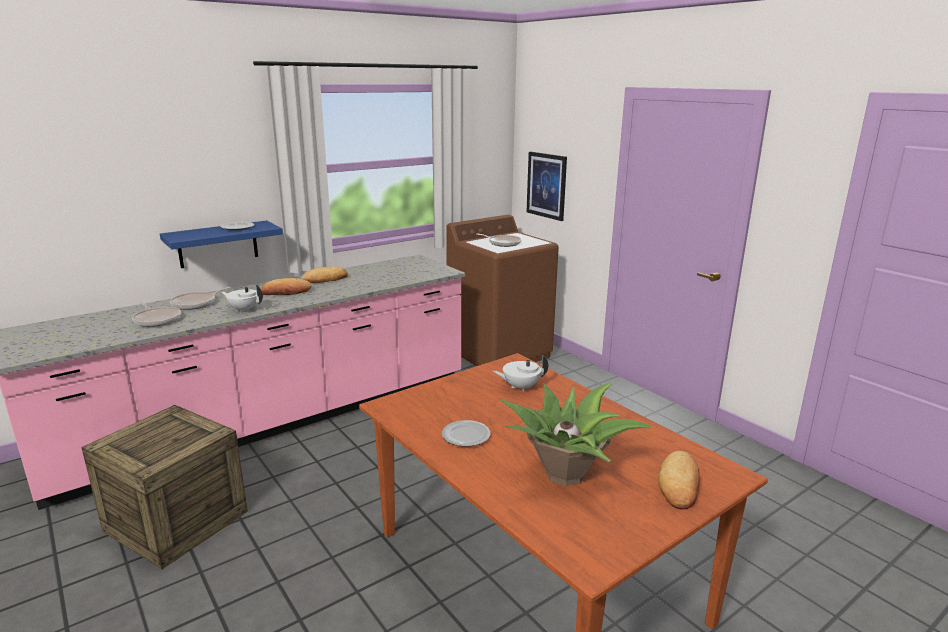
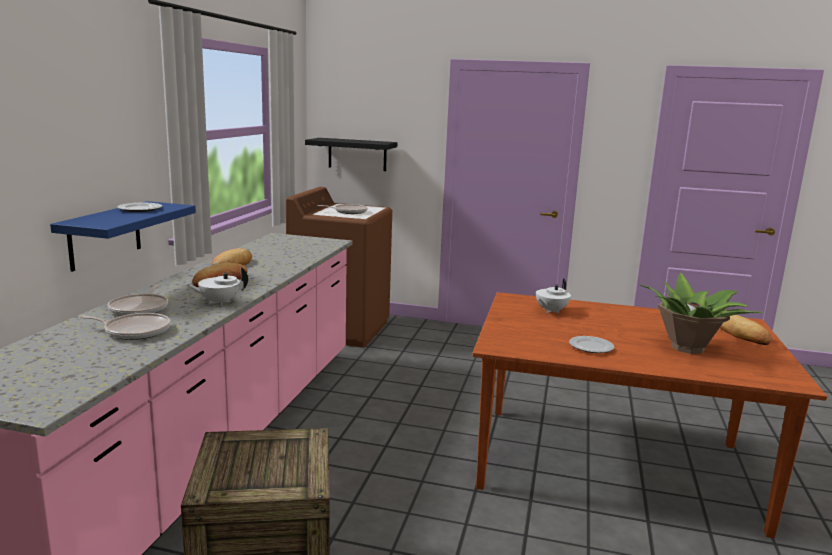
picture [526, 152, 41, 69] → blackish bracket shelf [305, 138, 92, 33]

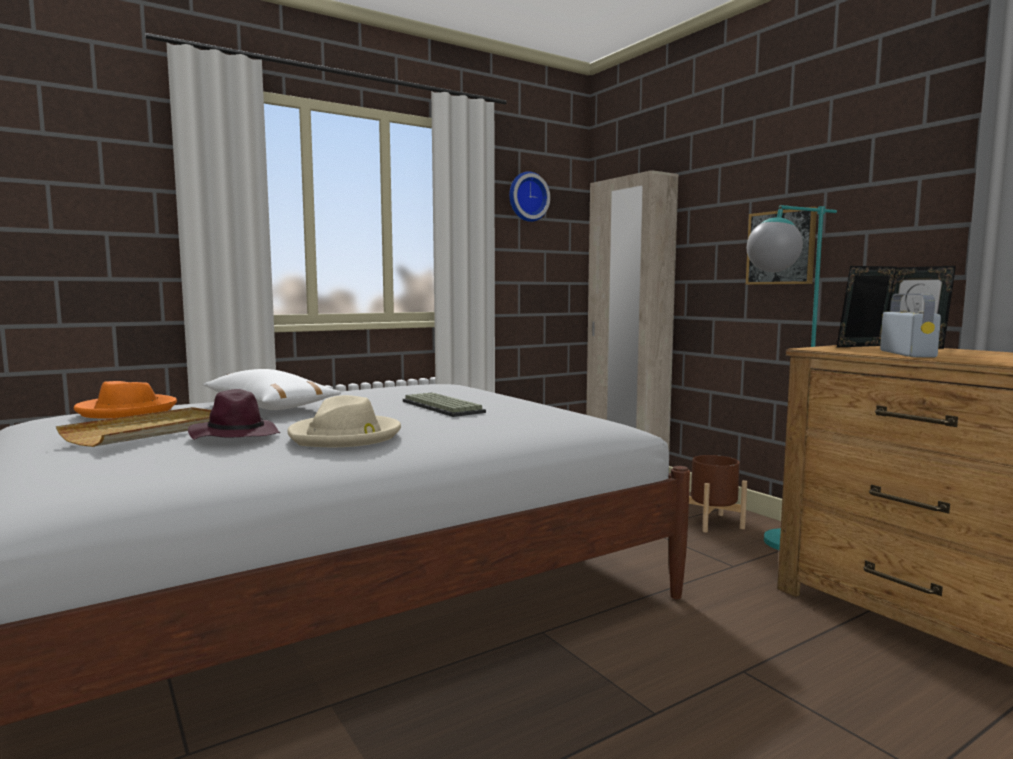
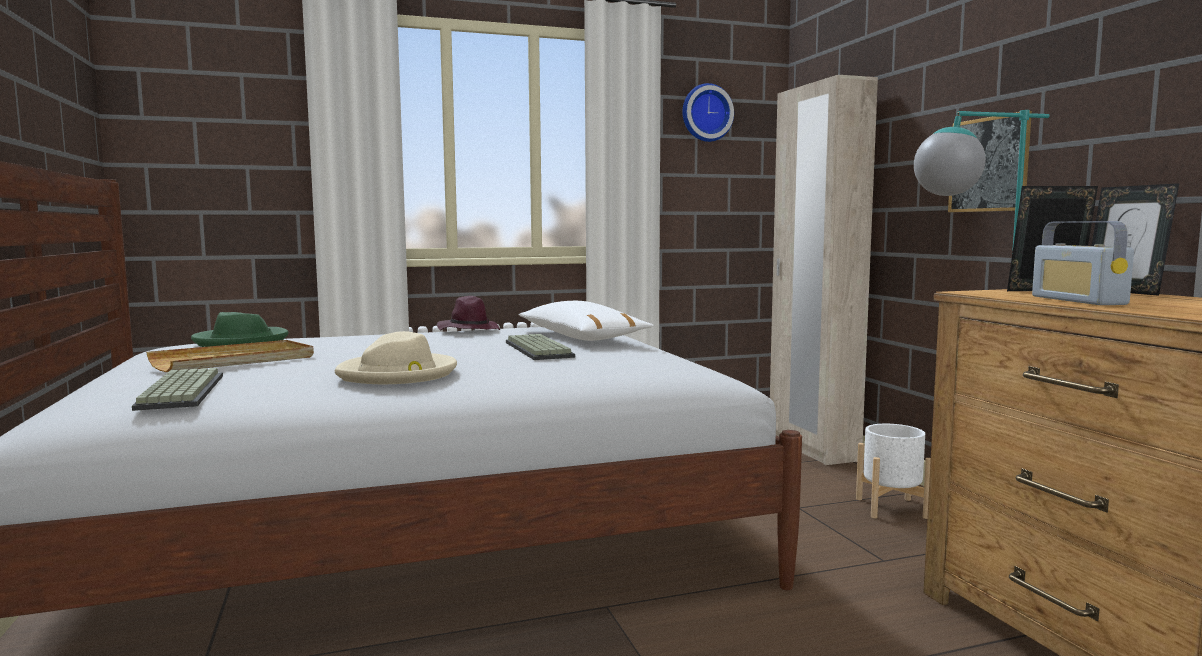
radio [880, 294, 61, 64] → radio [1032, 221, 102, 84], 150 degrees clockwise
white-coloured pillow [203, 369, 138, 41] → white-coloured pillow [518, 301, 135, 40], move
orange clothing hat [74, 381, 103, 37] → green clothing hat [191, 312, 98, 35]
purple clothing hat [188, 389, 92, 51] → purple clothing hat [437, 296, 63, 34], move
brownish plant pot [689, 455, 58, 78] → white-coloured plant pot [856, 424, 75, 95]
- → keyboard [132, 368, 91, 43]

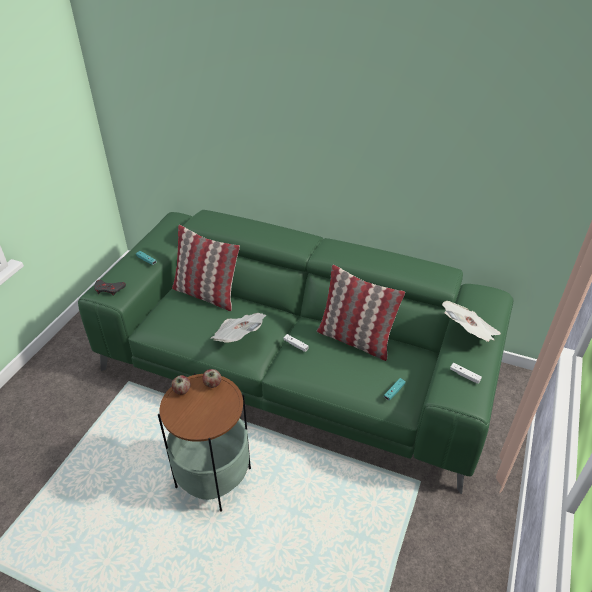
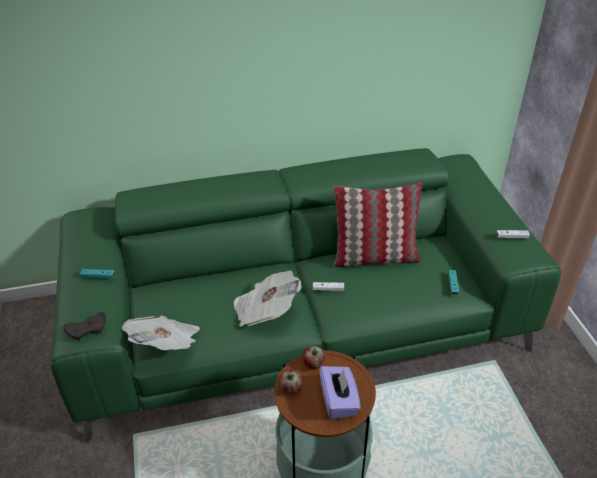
pillow [172, 225, 68, 86] → -
printed paper [442, 301, 59, 41] → printed paper [122, 316, 78, 34], move
- → purple tissue holder [319, 366, 42, 54]

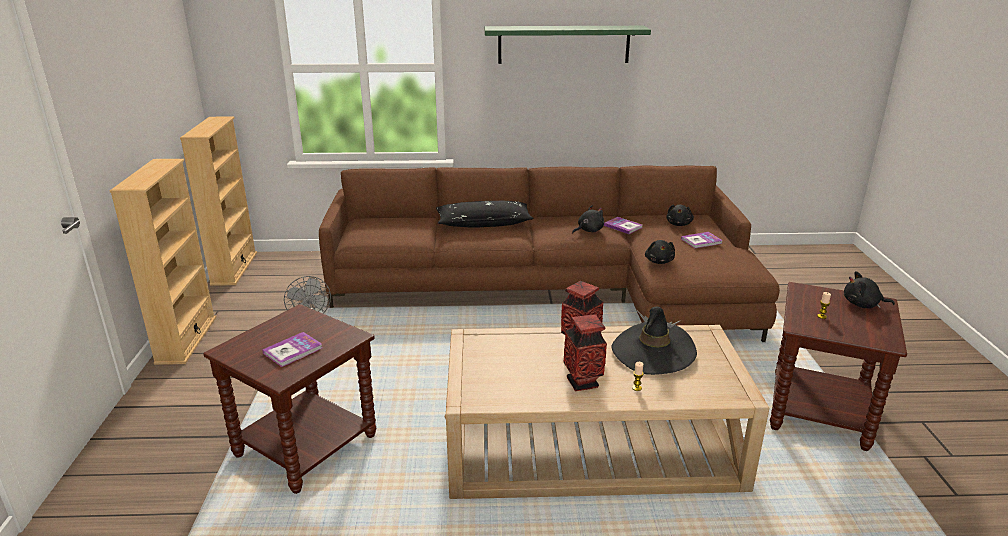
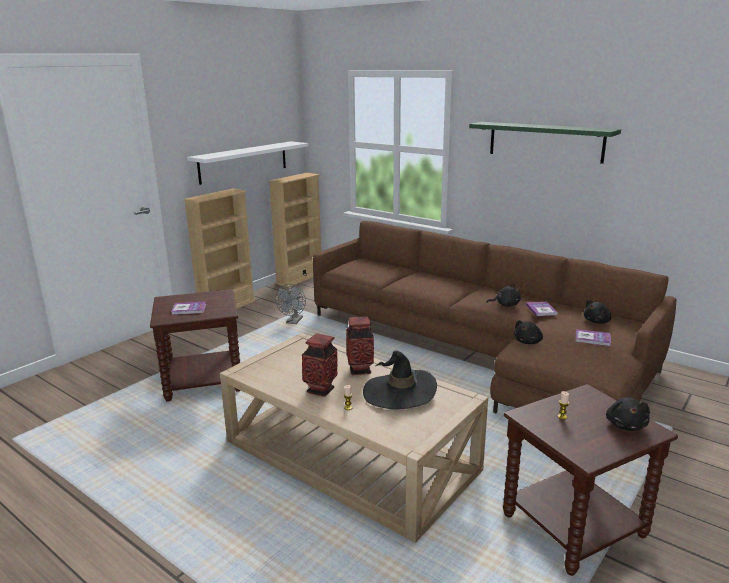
blackish pillow [436, 201, 98, 27] → -
blackish soft toy [844, 271, 51, 38] → blackish soft toy [606, 397, 44, 34], 135 degrees counterclockwise
- → white-coloured bracket shelf [187, 141, 121, 44]

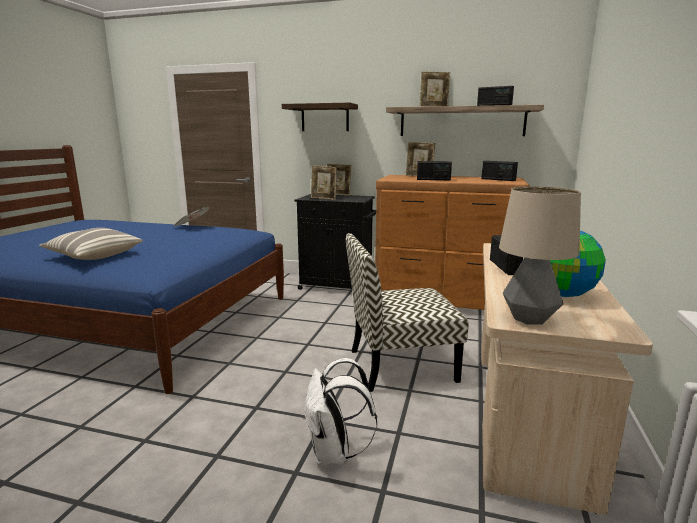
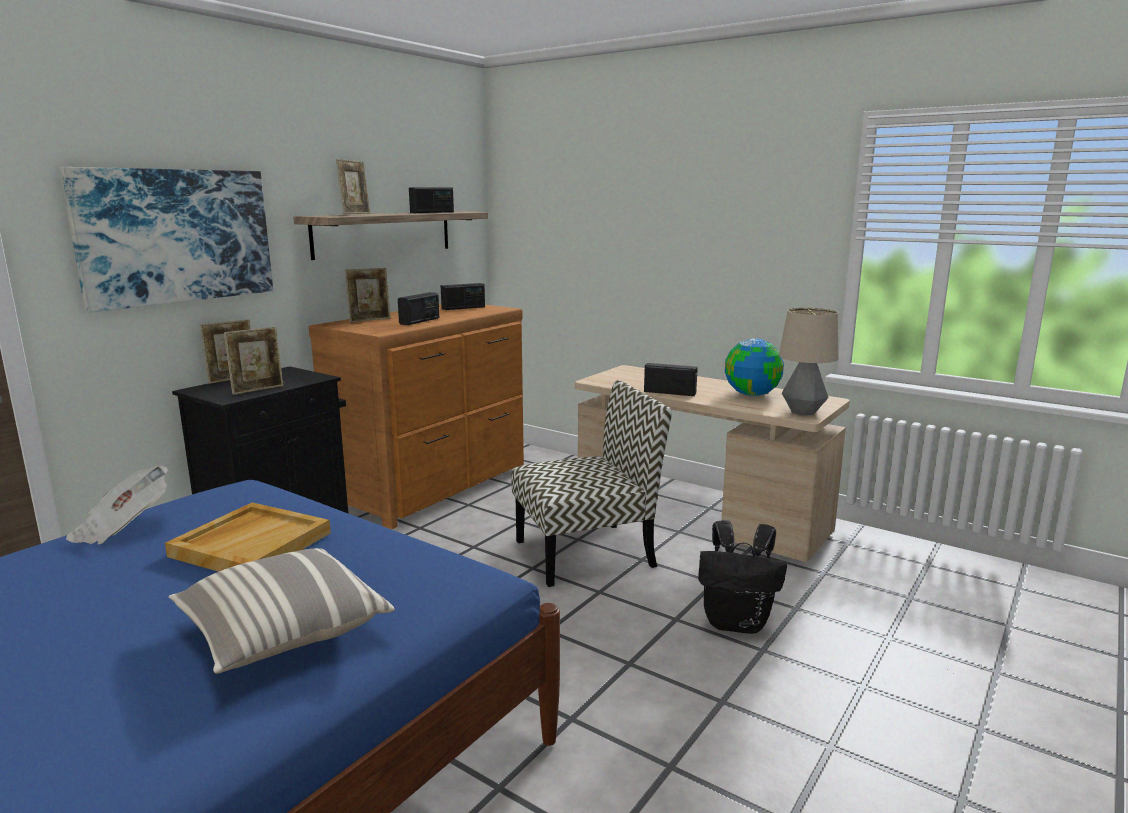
bracket shelf [282, 103, 76, 28] → picture [60, 167, 213, 145]
chair [346, 233, 122, 159] → chair [511, 380, 161, 207], 120 degrees counterclockwise
white-coloured knapsack [304, 358, 73, 107] → blackish knapsack [698, 520, 89, 114]
- → beige tray [165, 502, 166, 70]

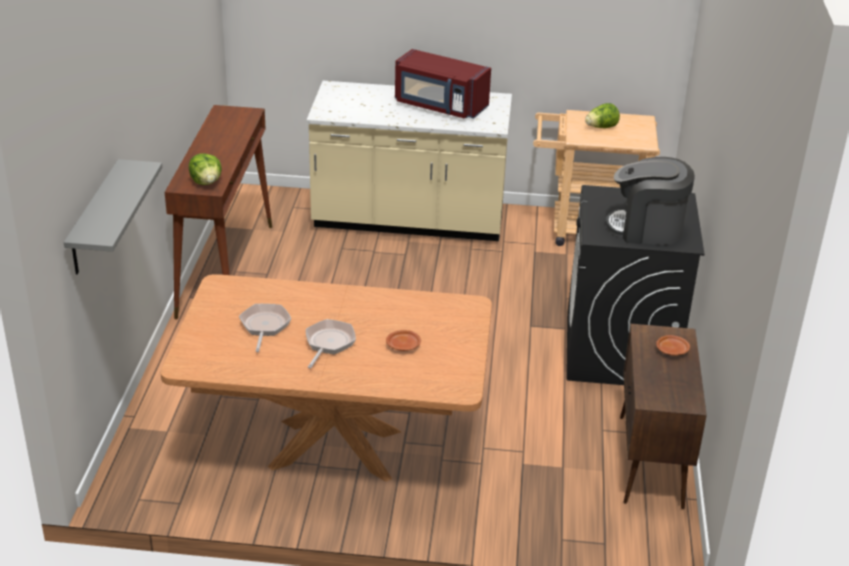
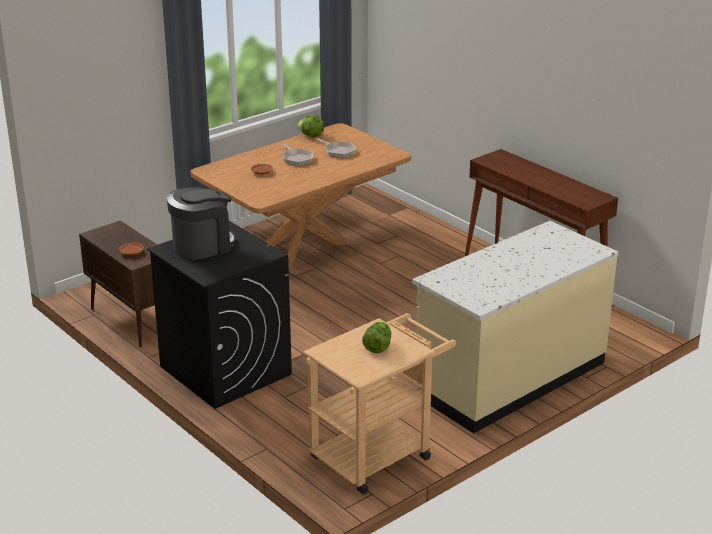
red-coloured kitchen microwave [395, 49, 96, 70] → -
lettuce [189, 153, 33, 32] → lettuce [297, 115, 27, 22], move
grey bracket shelf [64, 159, 98, 115] → -

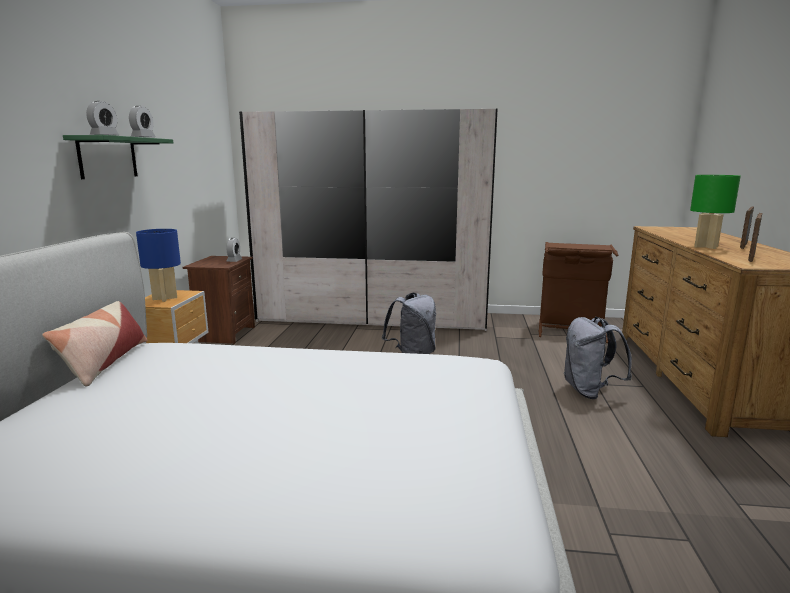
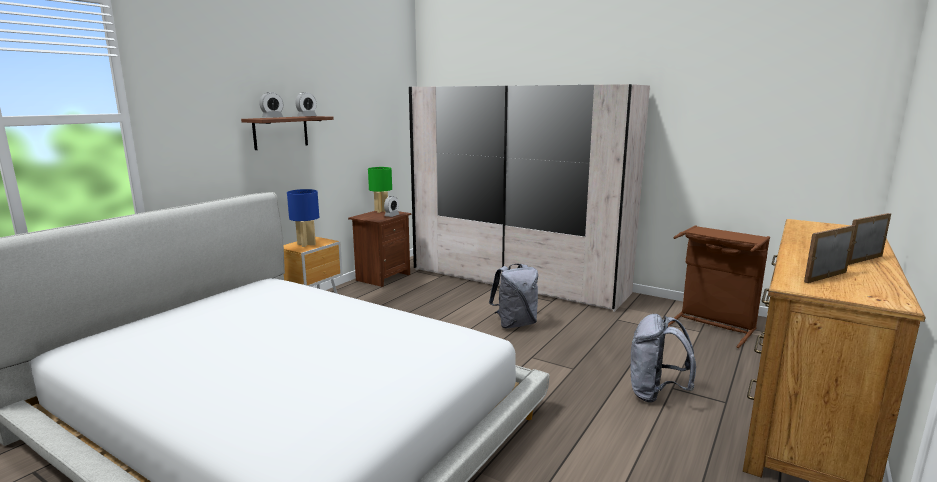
green bracket shelf [63, 135, 110, 44] → brownish bracket shelf [241, 116, 93, 34]
green lamp for a table [690, 175, 51, 74] → green lamp for a table [368, 167, 24, 46], move
pillow [42, 301, 106, 86] → -

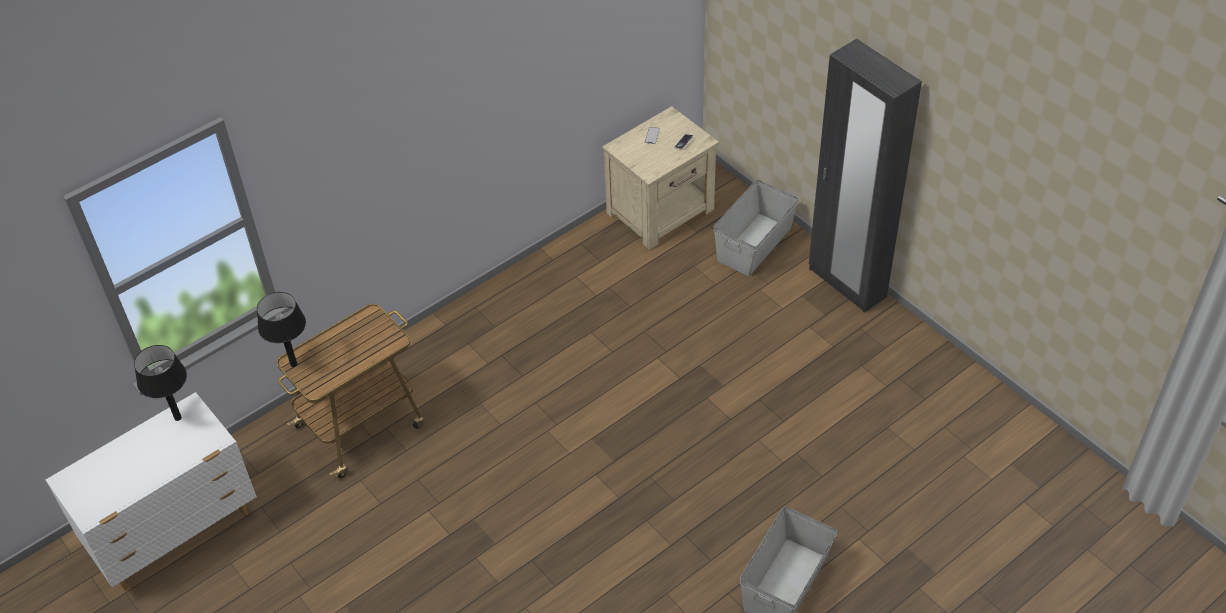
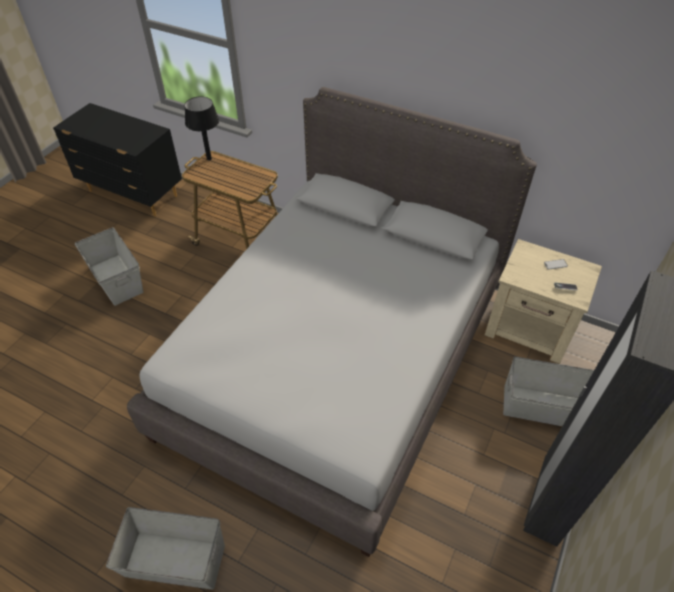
blackish lamp for a table [134, 345, 53, 76] → -
white-coloured drawer chest [46, 392, 211, 199] → blackish drawer chest [53, 103, 129, 113]
- → grey bed [127, 87, 410, 470]
- → grey storage bin [75, 227, 68, 79]

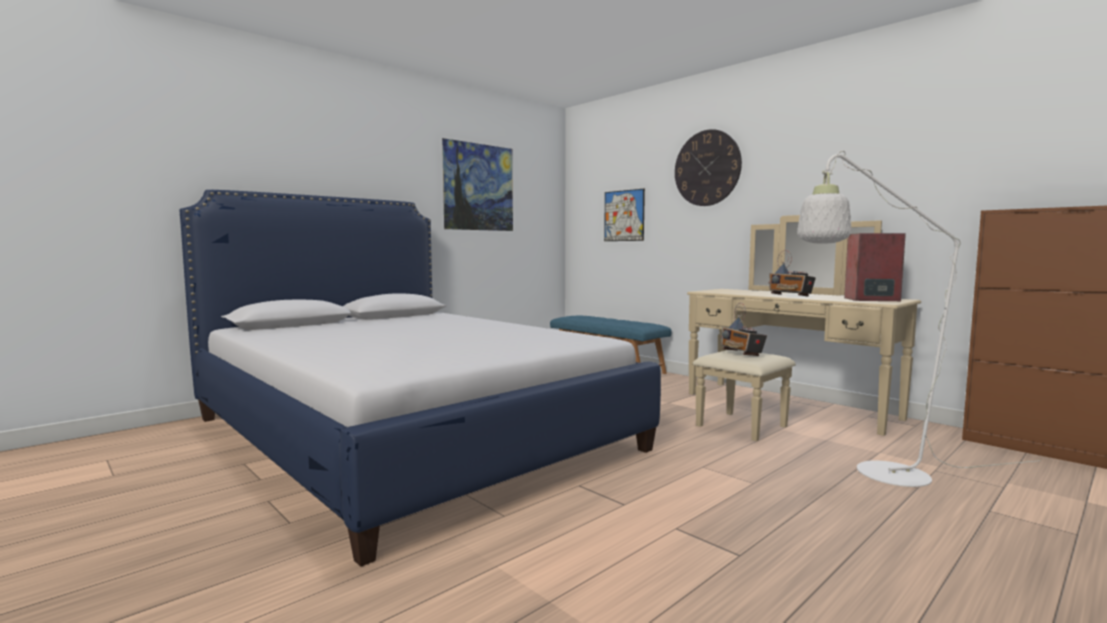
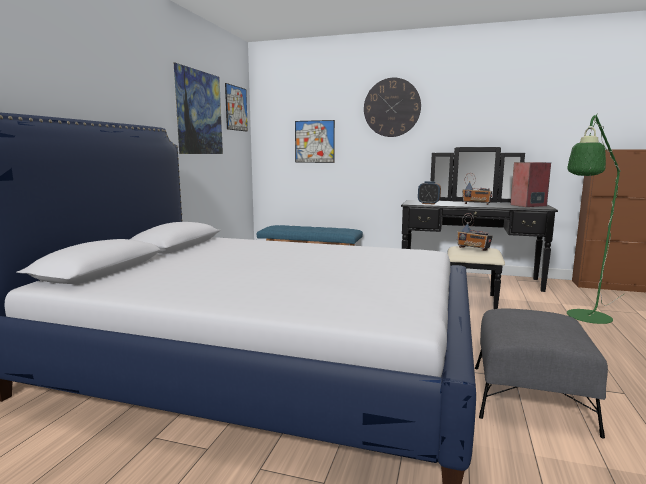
white-coloured standing lamp [797, 151, 243, 336] → green standing lamp [567, 113, 57, 211]
beige drawer chest [687, 215, 234, 226] → blackish drawer chest [401, 147, 157, 162]
- → picture [225, 83, 23, 49]
- → table clock [418, 181, 23, 23]
- → grey pouffe [475, 309, 133, 130]

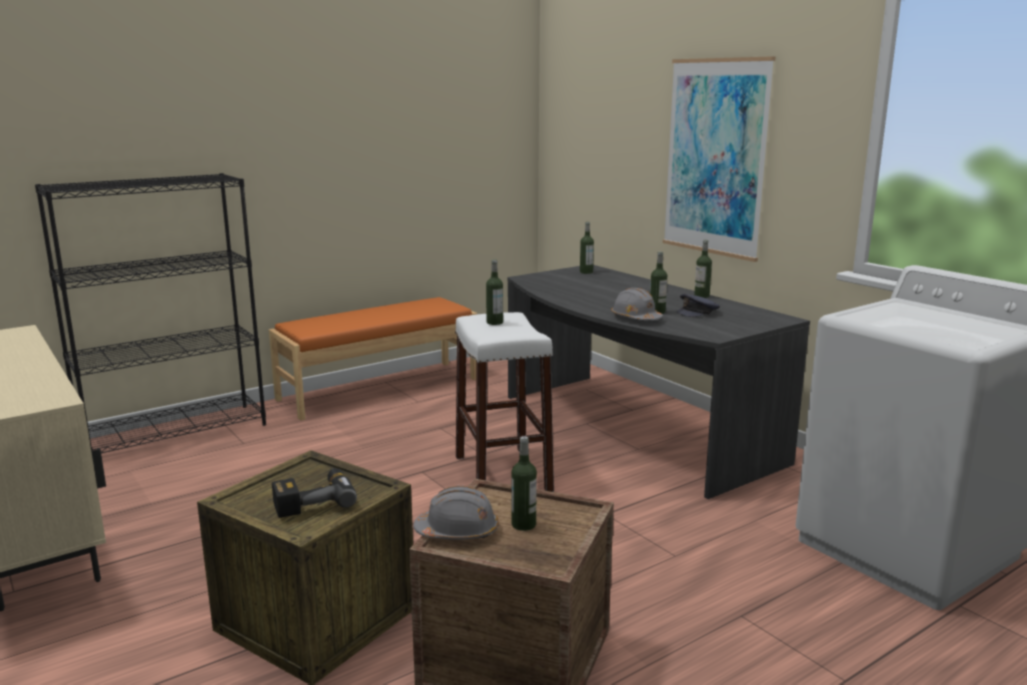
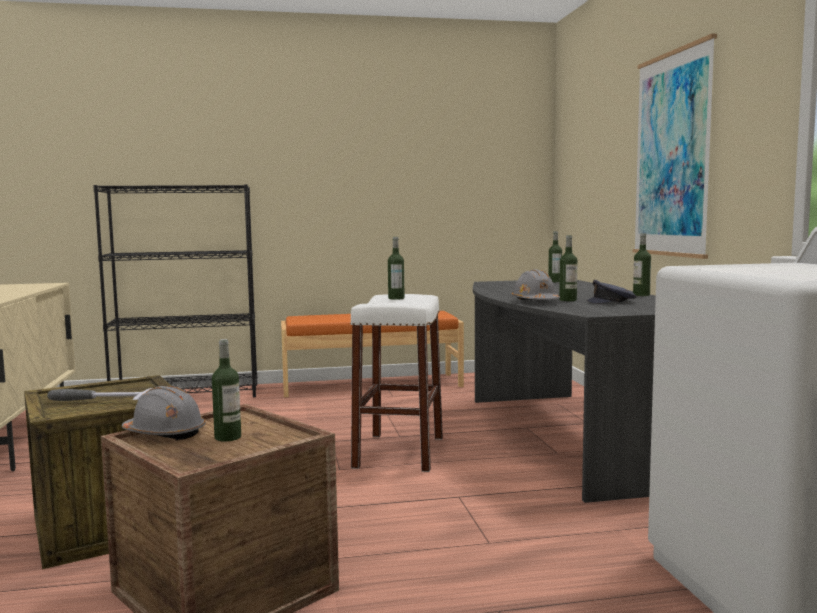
power drill [272, 468, 85, 50] → hammer [47, 388, 105, 13]

